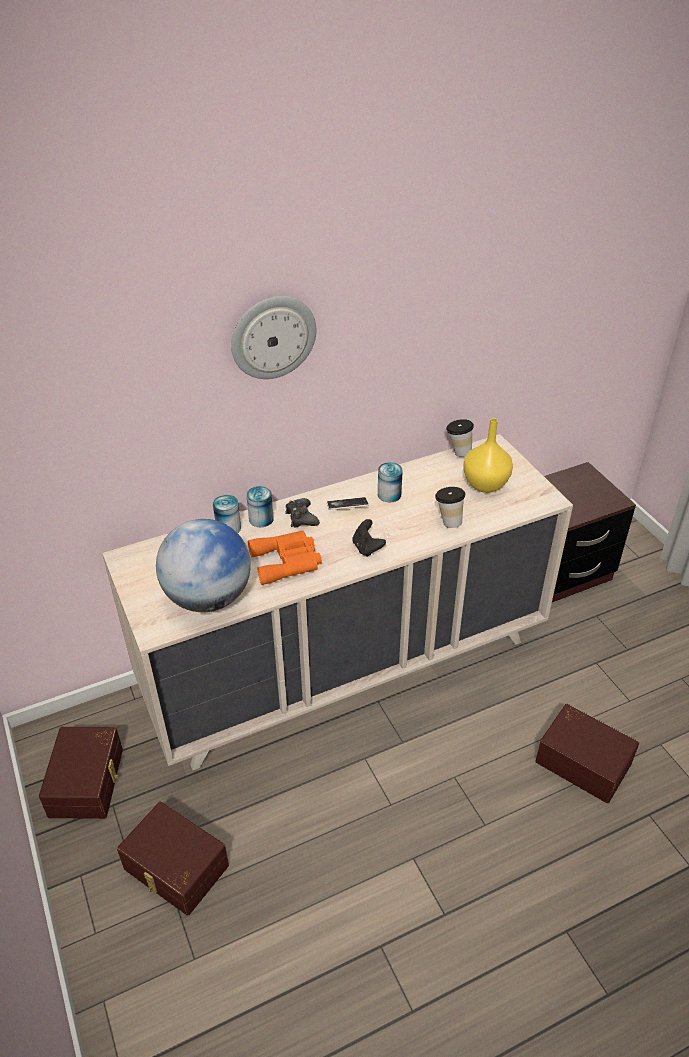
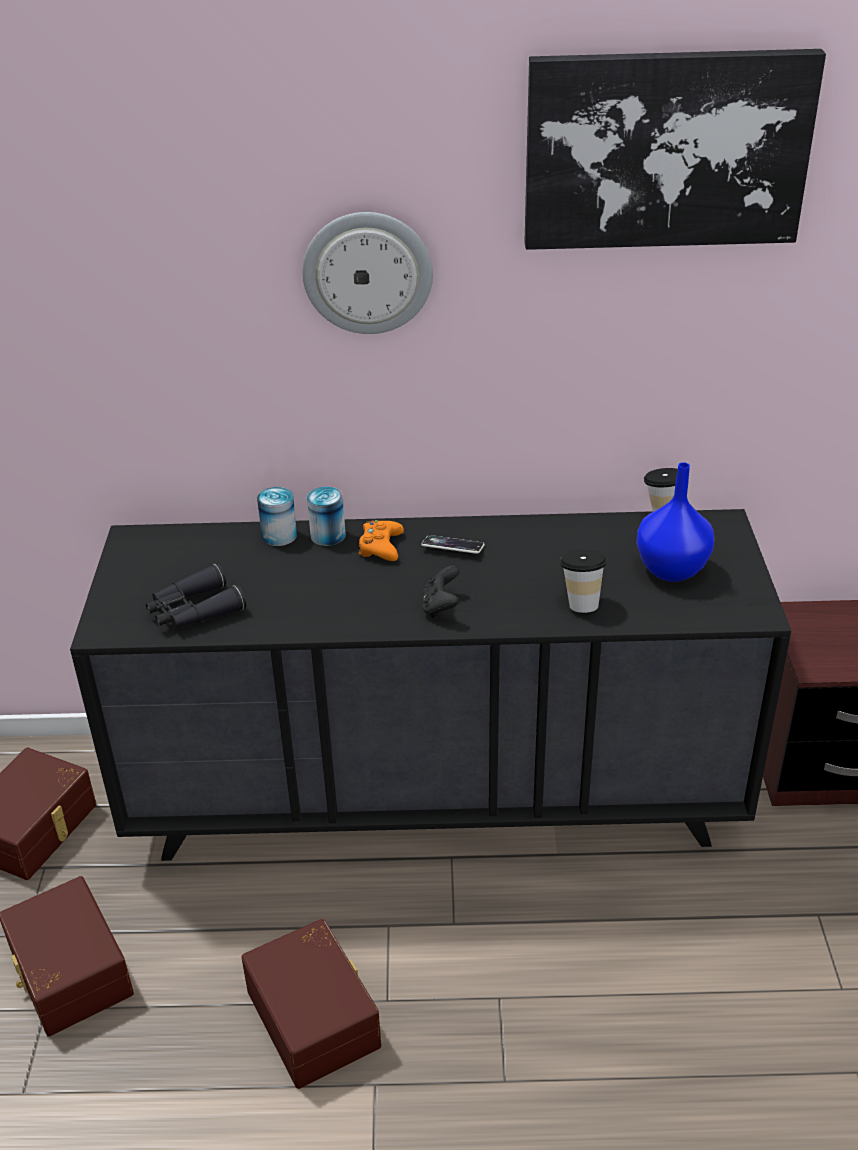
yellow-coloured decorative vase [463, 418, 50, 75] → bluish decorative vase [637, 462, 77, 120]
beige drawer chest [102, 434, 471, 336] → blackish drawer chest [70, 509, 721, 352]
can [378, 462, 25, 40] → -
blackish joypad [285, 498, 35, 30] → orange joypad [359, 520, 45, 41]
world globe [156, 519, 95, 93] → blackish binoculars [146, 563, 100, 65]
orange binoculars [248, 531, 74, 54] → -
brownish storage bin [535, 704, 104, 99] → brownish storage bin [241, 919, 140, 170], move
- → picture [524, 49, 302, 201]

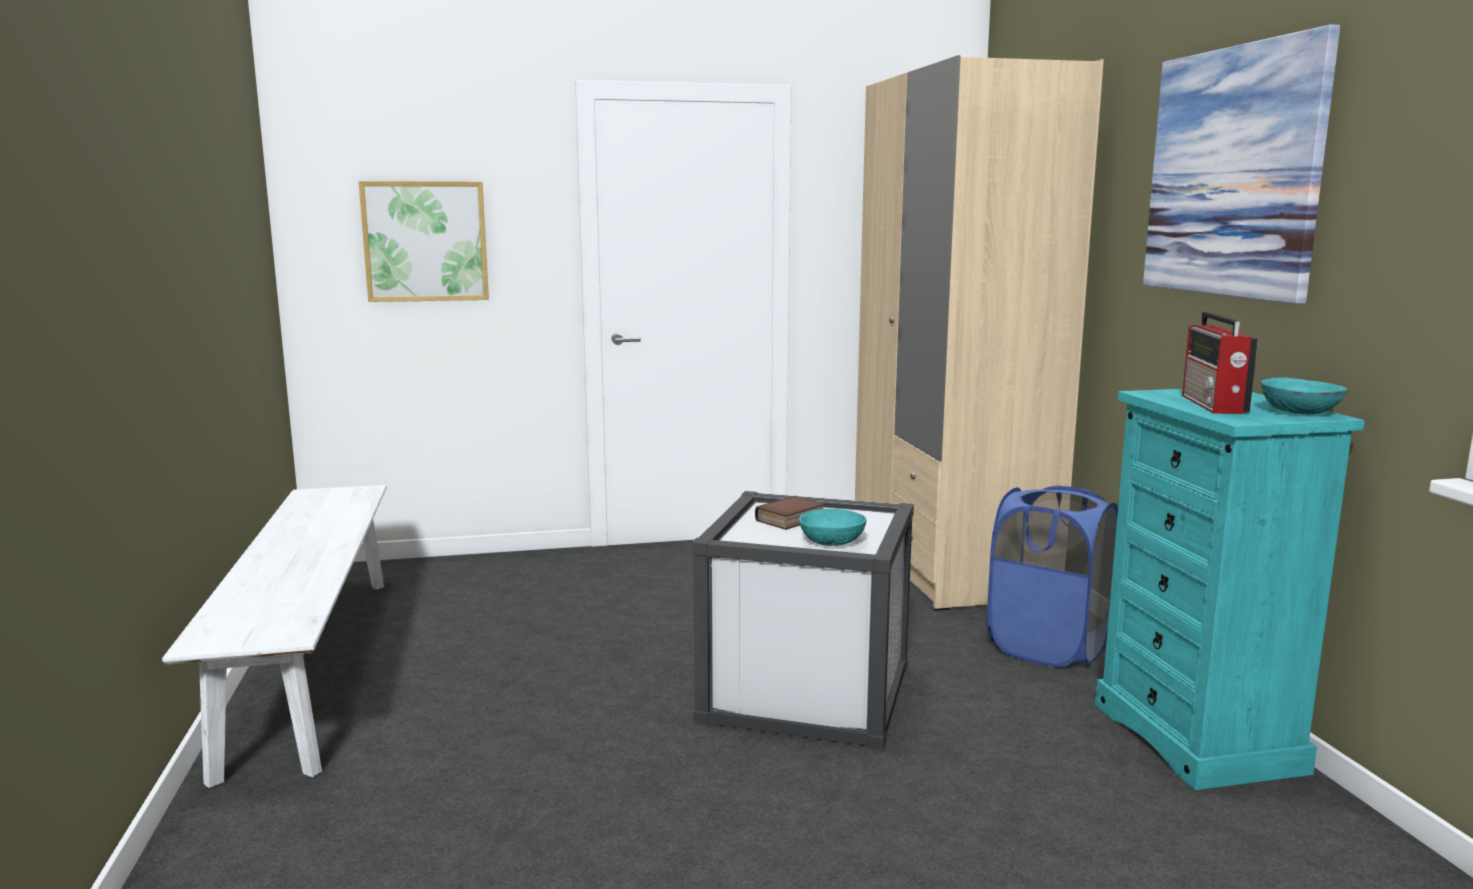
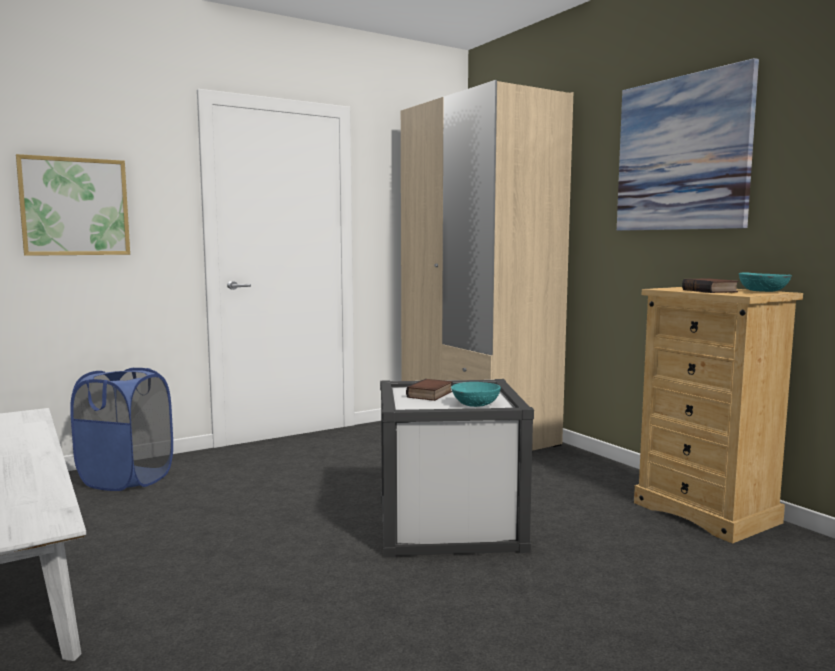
radio [1182, 312, 76, 102] → bound book [682, 278, 57, 15]
turquoise drawer chest [1095, 389, 270, 401] → beige drawer chest [634, 287, 169, 257]
bluish laundry basket [987, 486, 131, 181] → bluish laundry basket [70, 368, 103, 123], move

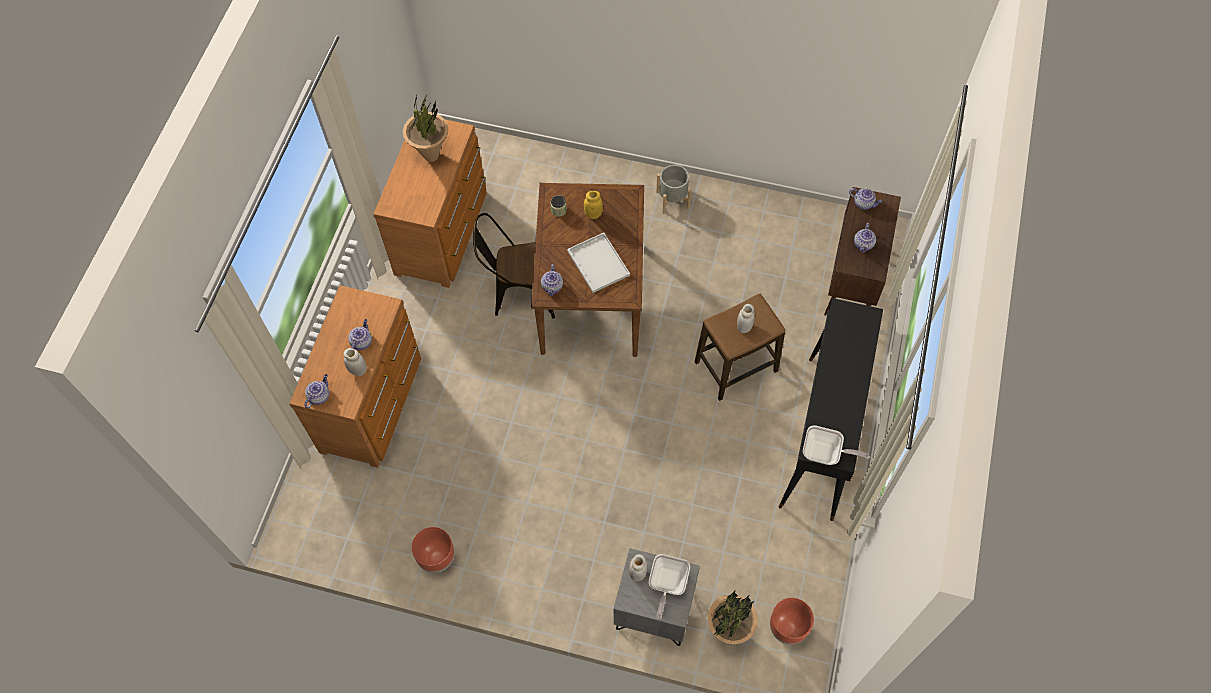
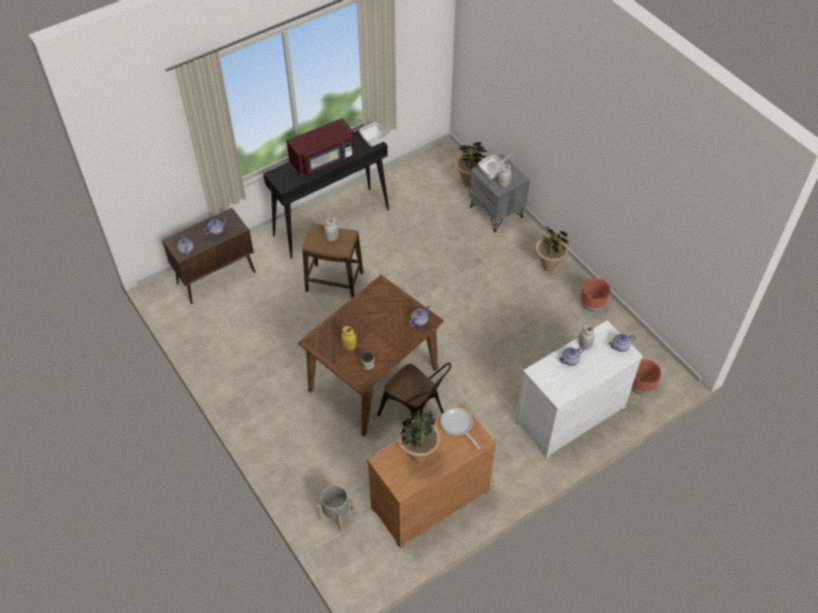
grey plant pot [656, 165, 35, 49] → grey plant pot [317, 485, 37, 45], move
white-coloured tray [567, 232, 63, 61] → -
brownish drawer chest [289, 285, 132, 183] → white-coloured drawer chest [515, 320, 128, 139]
brownish plant pot [770, 598, 44, 47] → brownish plant pot [631, 359, 30, 36], move
- → red-coloured kitchen microwave [287, 118, 68, 59]
- → plant in a pot [536, 226, 34, 46]
- → pan [440, 407, 41, 42]

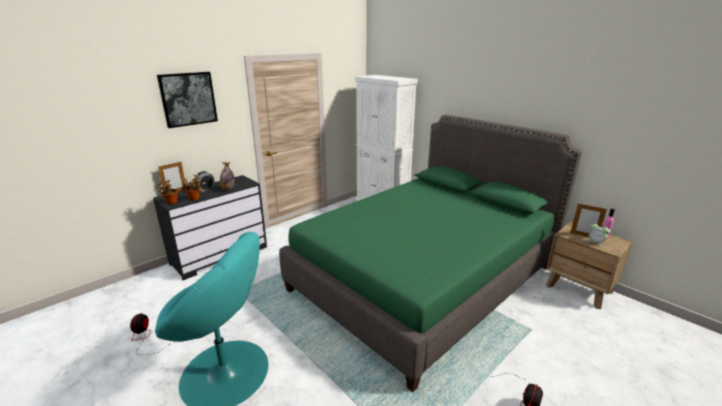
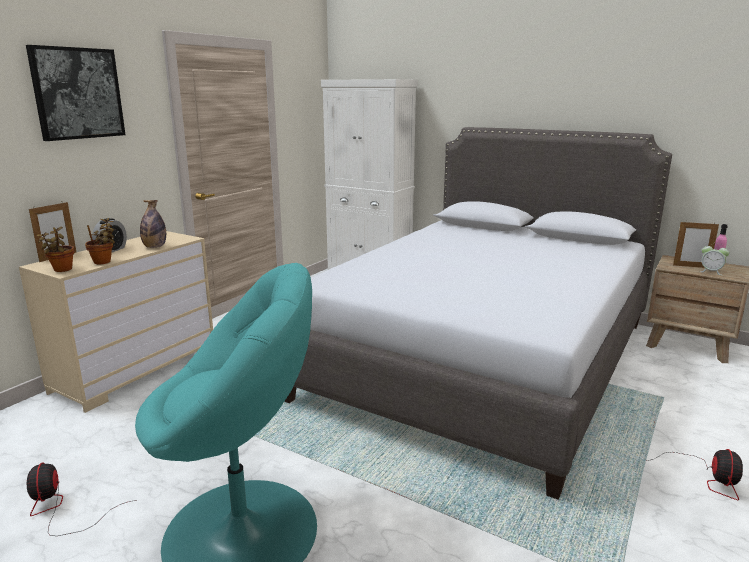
green bed [279, 115, 303, 277] → grey bed [284, 127, 388, 372]
blackish drawer chest [153, 175, 114, 105] → beige drawer chest [19, 231, 194, 182]

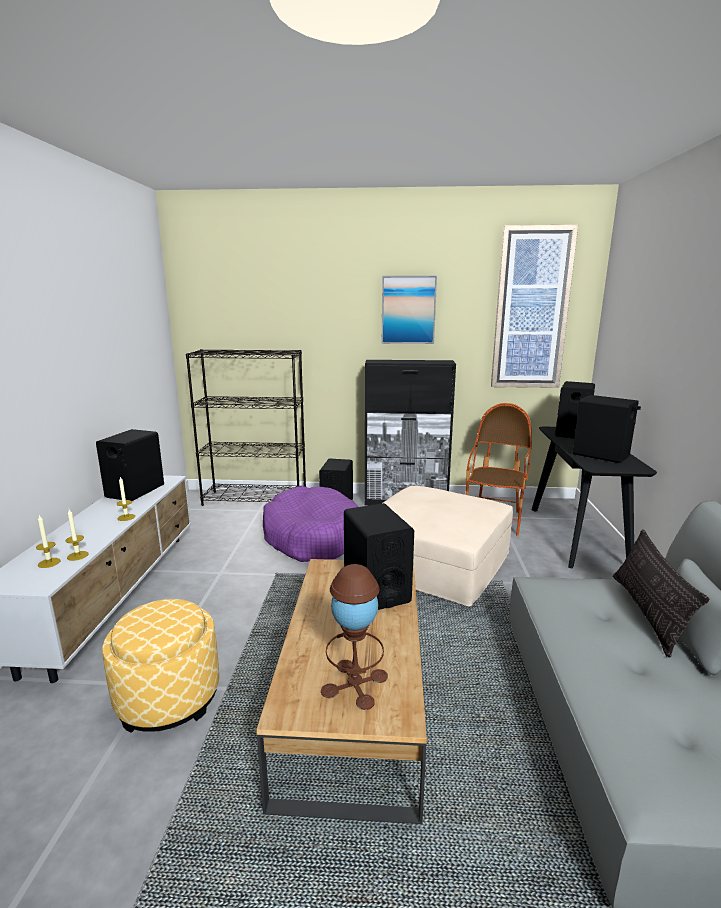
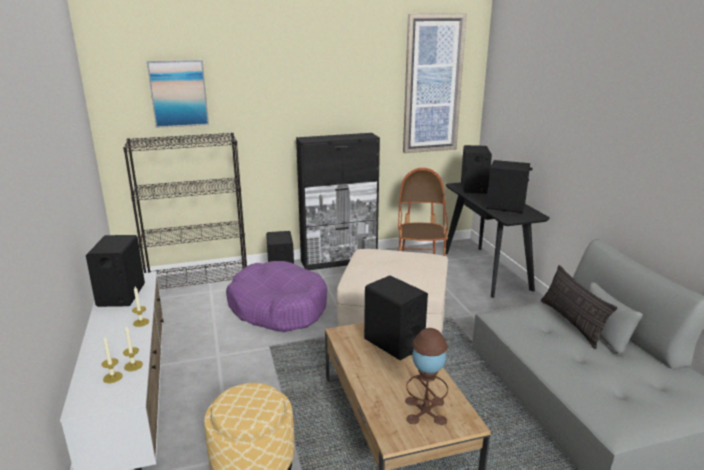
picture [382, 276, 55, 68] → picture [147, 60, 62, 68], move

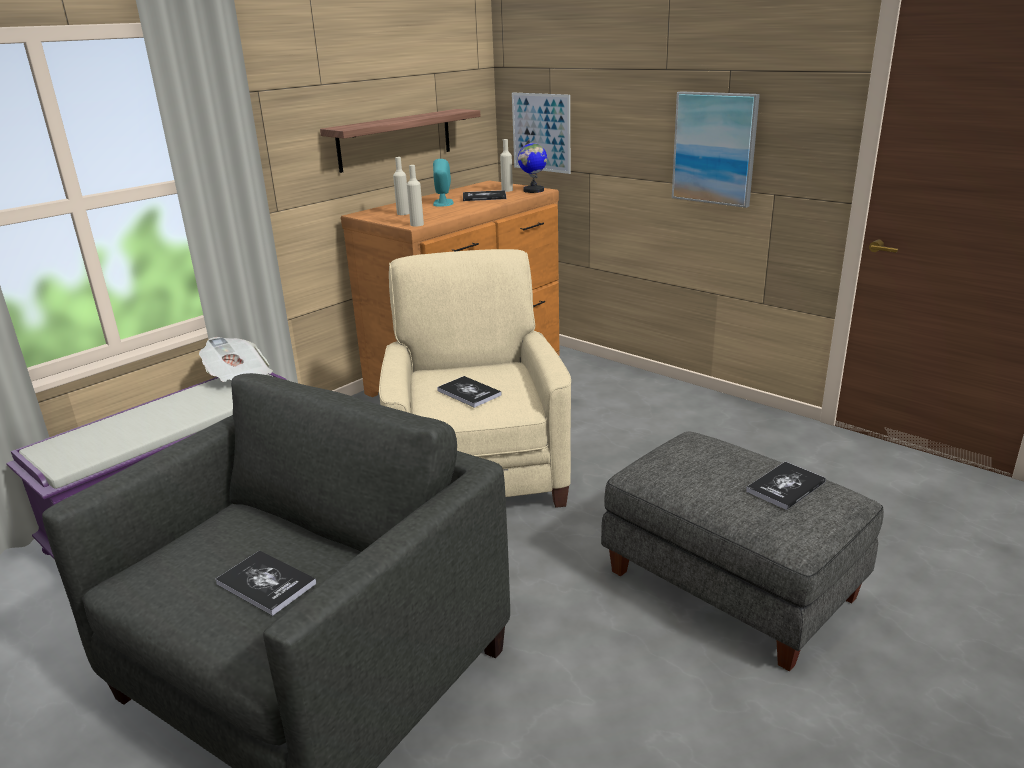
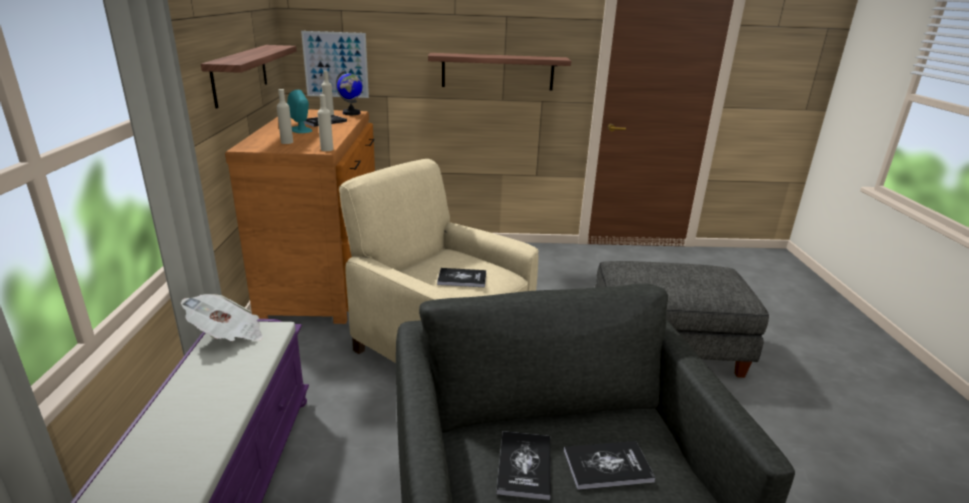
picture [672, 91, 88, 117] → bracket shelf [428, 53, 143, 38]
bound book [746, 462, 80, 48] → bound book [496, 431, 55, 69], move

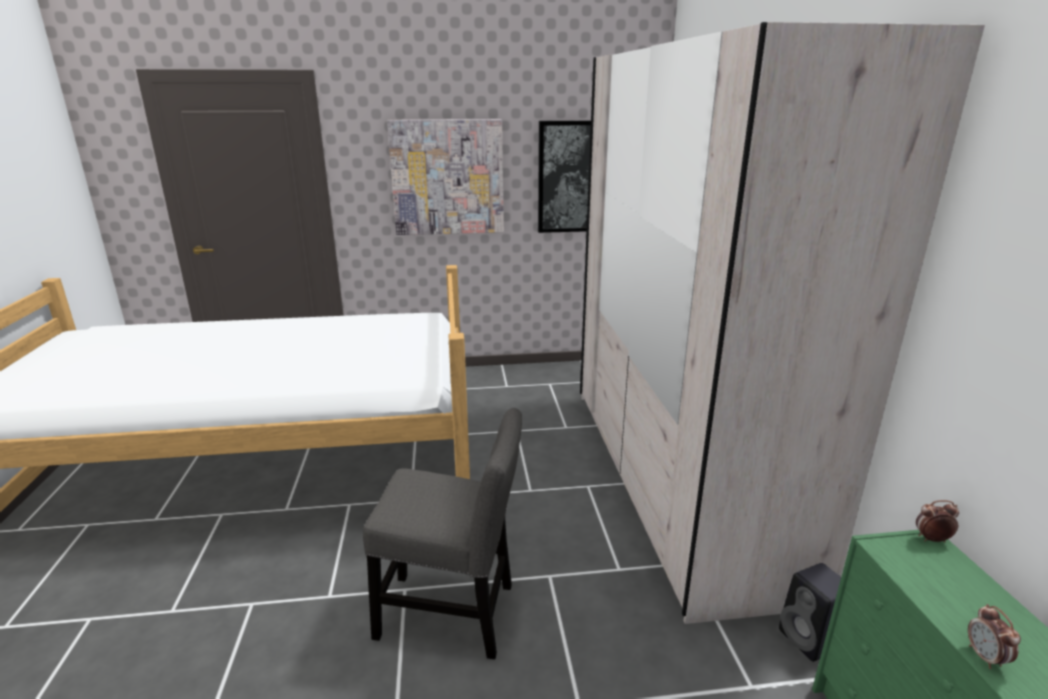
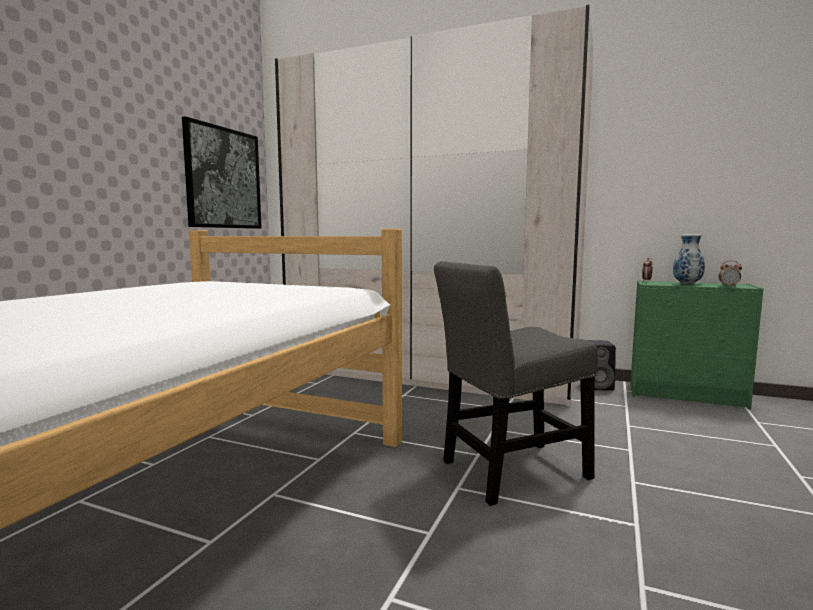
picture [387, 119, 117, 116] → -
grey chair [363, 408, 159, 251] → grey chair [434, 261, 164, 245], 150 degrees counterclockwise
- → decorative vase [673, 234, 32, 50]

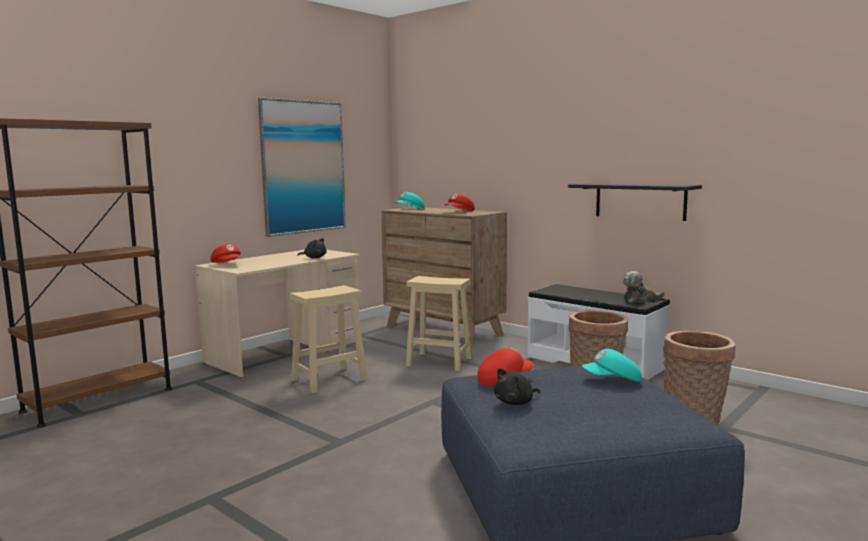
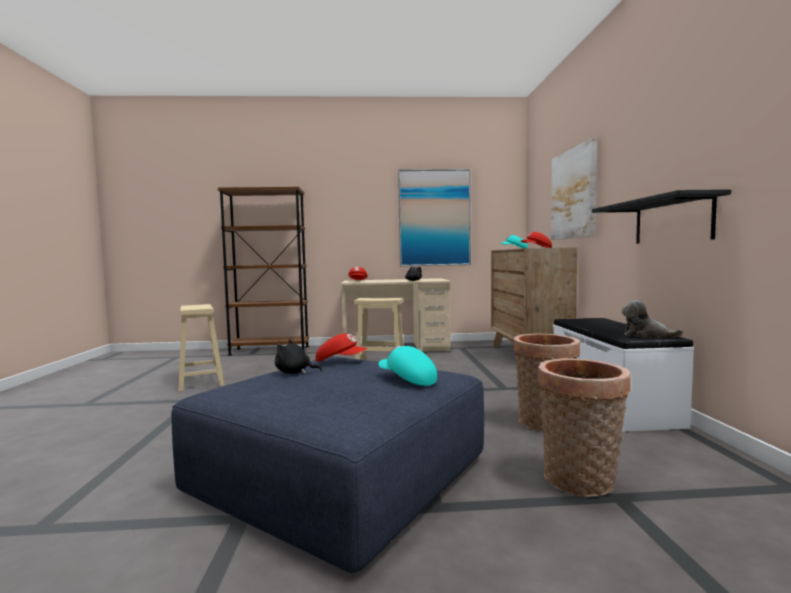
beige stool [406, 276, 66, 95] → beige stool [178, 304, 46, 87], move
- → picture [551, 137, 46, 103]

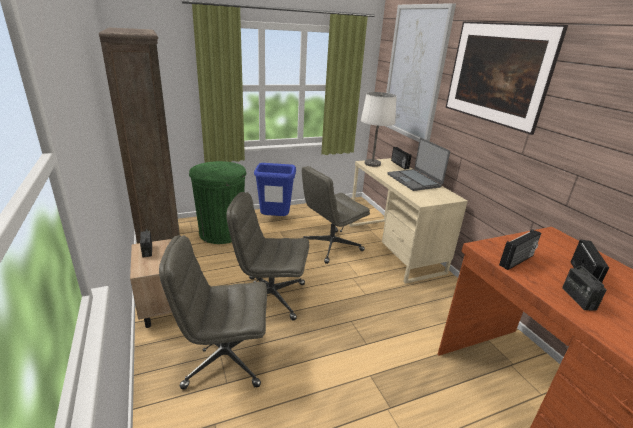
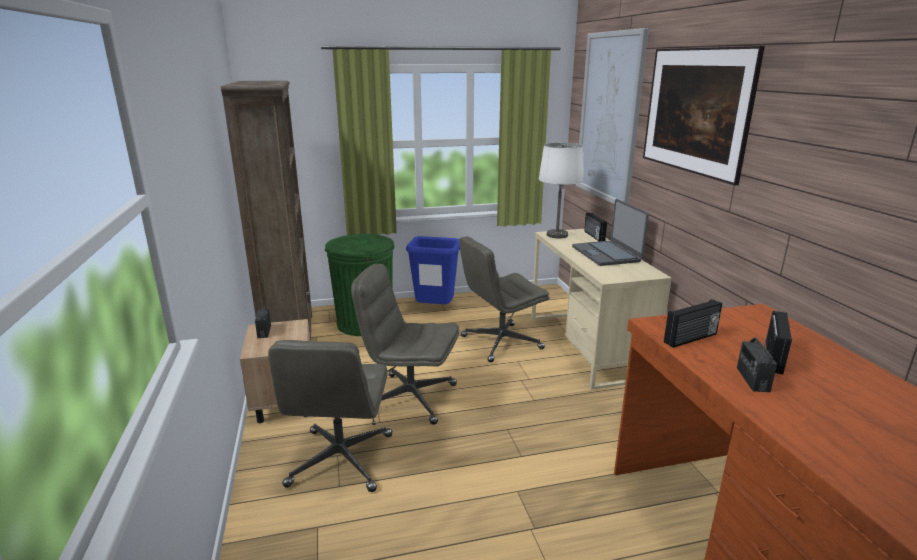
grey desk chair [159, 235, 108, 154] → grey desk chair [268, 340, 124, 152], 90 degrees counterclockwise

